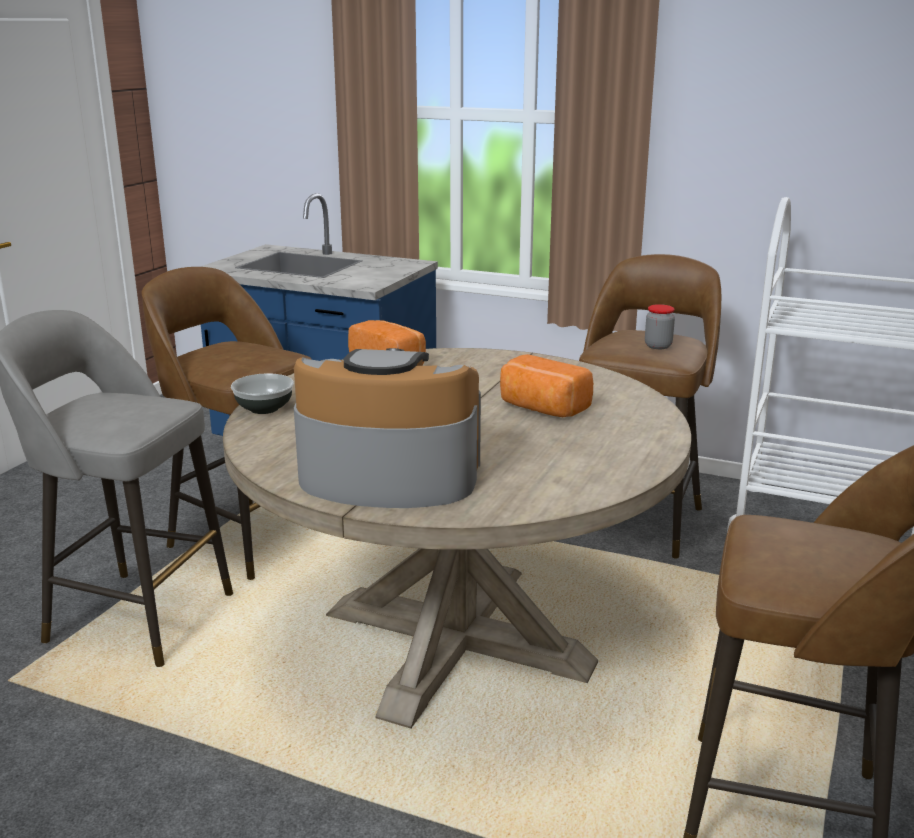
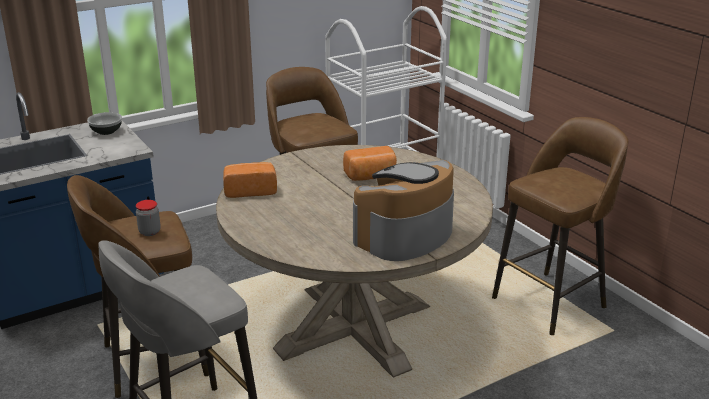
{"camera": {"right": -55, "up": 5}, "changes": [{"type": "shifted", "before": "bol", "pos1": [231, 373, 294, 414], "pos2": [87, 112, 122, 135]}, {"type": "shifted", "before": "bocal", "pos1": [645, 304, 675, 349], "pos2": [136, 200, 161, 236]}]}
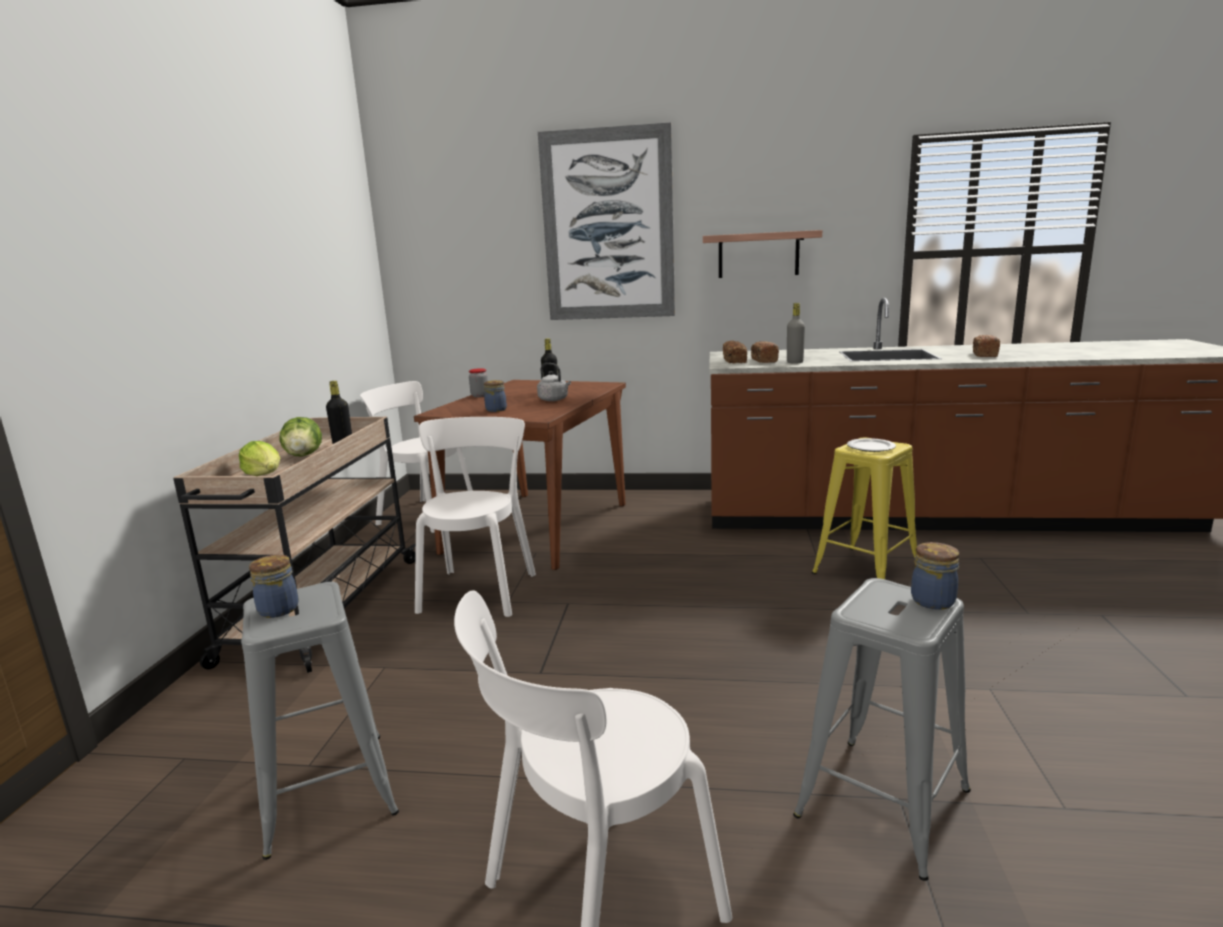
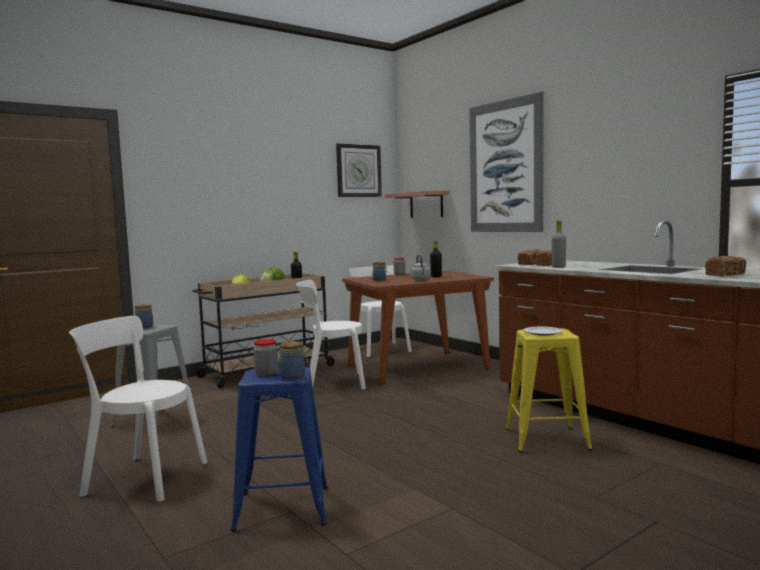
{"camera": {"right": 45, "up": -10}, "changes": [{"type": "new", "after": "bocal", "pos2": [253, 339, 279, 377]}, {"type": "new", "after": "horloge murale", "pos2": [336, 143, 382, 197]}, {"type": "shifted", "before": "étagère", "pos1": [703, 230, 822, 278], "pos2": [385, 191, 449, 218]}, {"type": "repainted", "before": "tabouret (gris)", "after": "tabouret (bleu)", "pos1": [793, 578, 971, 881], "pos2": [231, 367, 328, 532]}, {"type": "rotated", "before": "chaise (blanc)", "pos1": [415, 417, 536, 617], "pos2": [296, 280, 366, 389], "turn": -150}]}
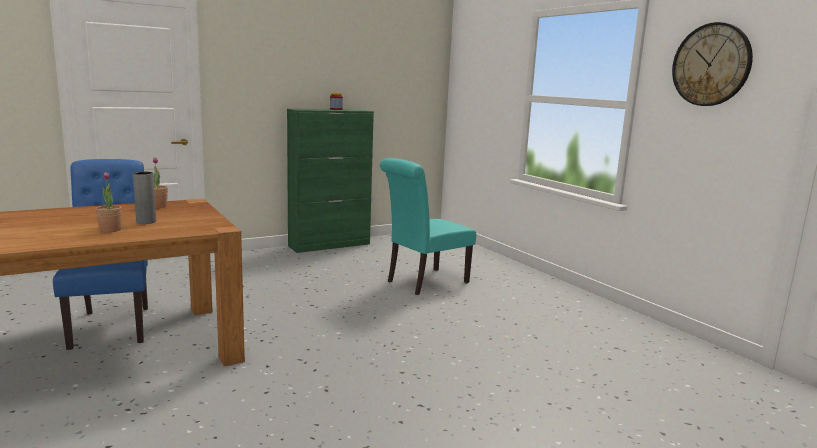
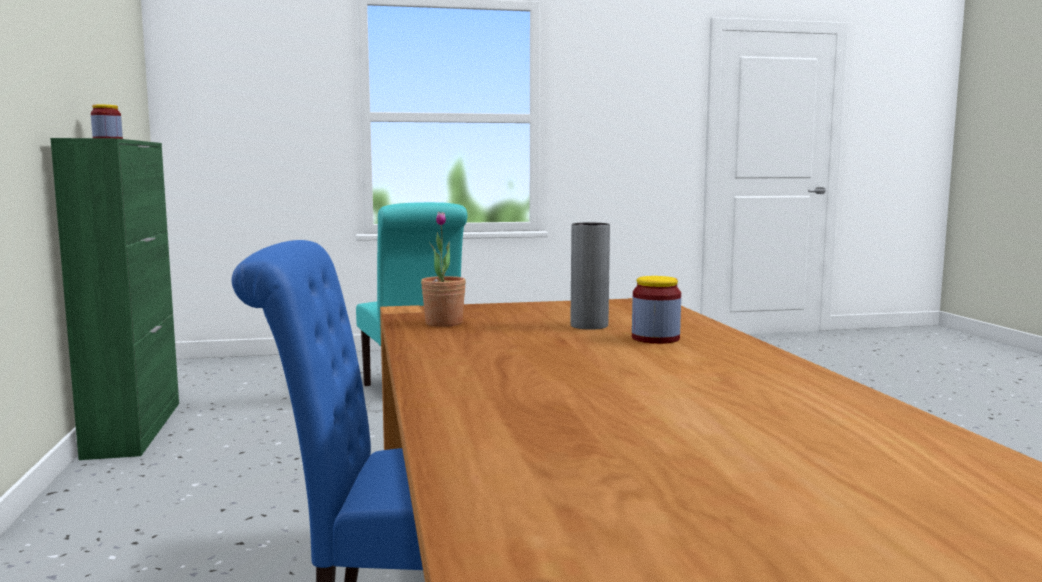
{"camera": {"right": -70, "up": -5}, "changes": [{"type": "gone", "before": "horloge murale", "pos1": [672, 22, 753, 106]}, {"type": "swapped", "before": "plante en pot", "after": "bocal", "pos1": [95, 172, 122, 233], "pos2": [632, 276, 681, 344]}]}
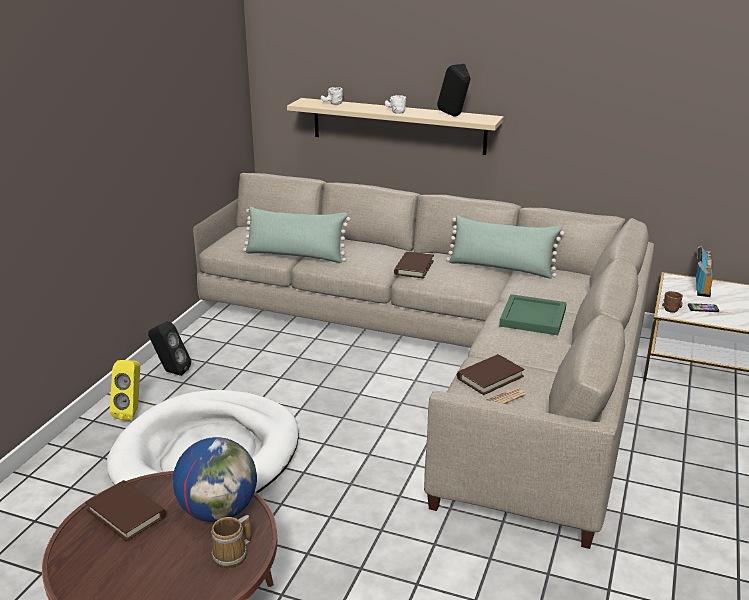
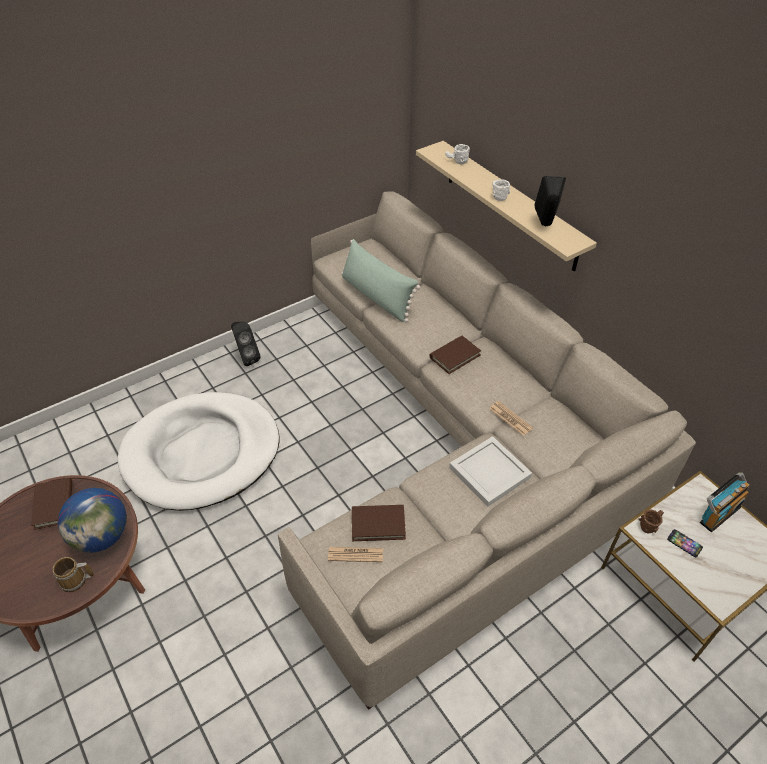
{"camera": {"right": 35, "up": 20}, "changes": [{"type": "gone", "before": "enceinte (jaune)", "pos1": [110, 360, 140, 421]}, {"type": "gone", "before": "coussin (vert)", "pos1": [446, 215, 565, 279]}, {"type": "new", "after": "journal", "pos2": [489, 401, 533, 436]}, {"type": "repainted", "before": "plateau (vert)", "after": "plateau (blanc)", "pos1": [499, 294, 567, 335], "pos2": [449, 436, 532, 507]}]}
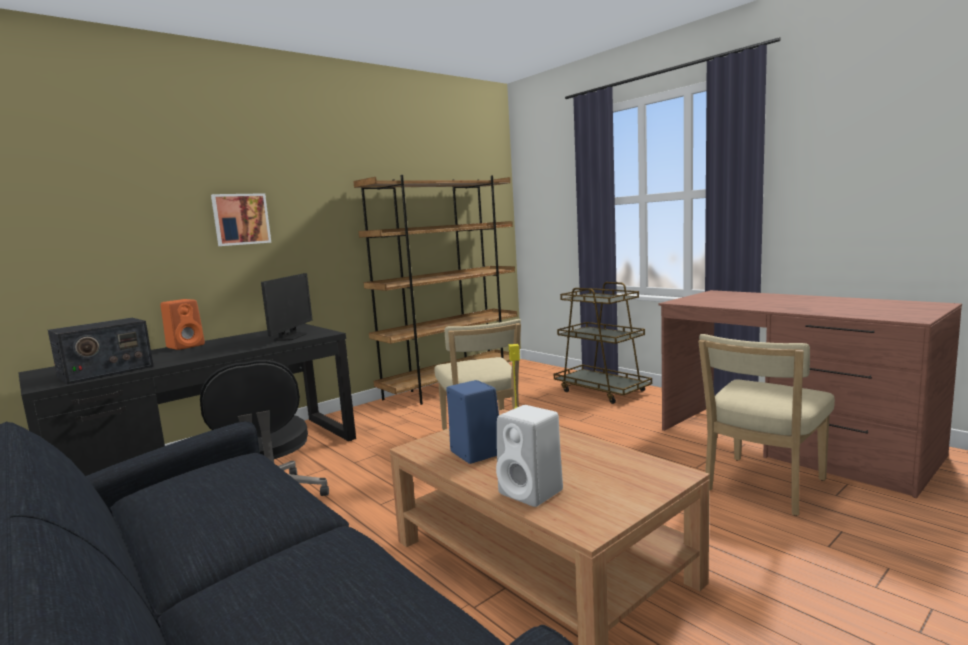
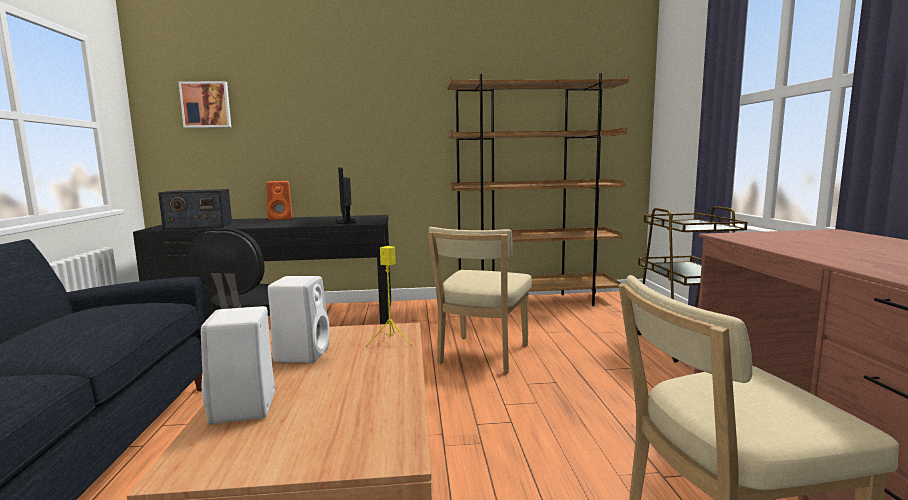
{"camera": {"right": 35, "up": 0}, "changes": [{"type": "shifted", "before": "tableau", "pos1": [211, 193, 271, 246], "pos2": [178, 81, 231, 128]}, {"type": "repainted", "before": "enceinte (bleu)", "after": "enceinte (blanc)", "pos1": [446, 380, 499, 464], "pos2": [268, 276, 330, 363]}, {"type": "rotated", "before": "écran d'ordinateur", "pos1": [261, 273, 312, 341], "pos2": [336, 167, 356, 224], "turn": 120}]}
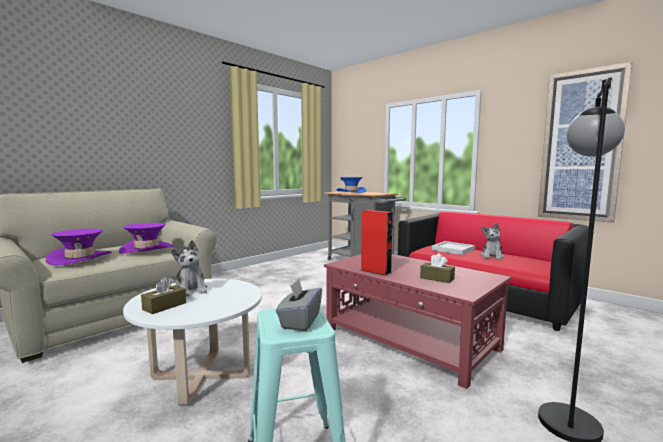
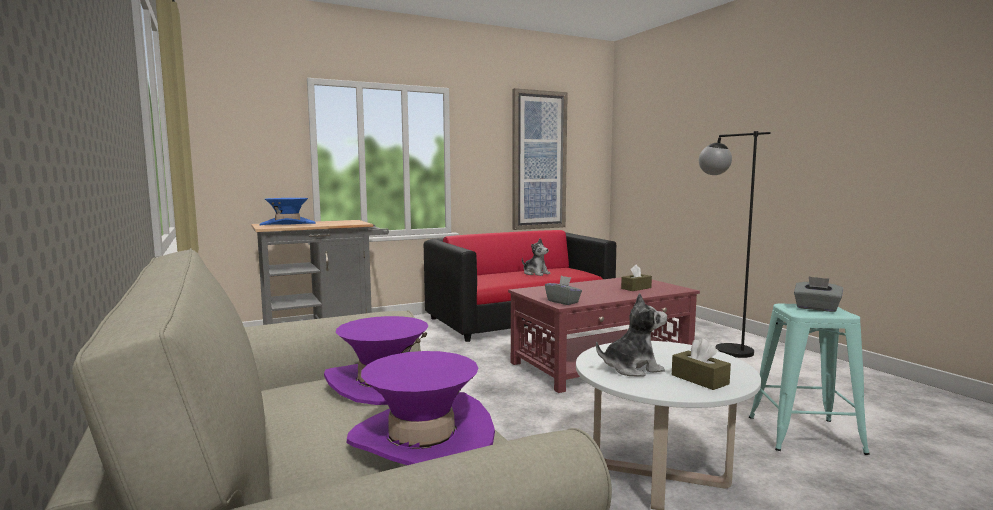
{"camera": {"right": -70, "up": 0}, "changes": [{"type": "gone", "before": "enceinte (rouge)", "pos1": [361, 210, 393, 276]}, {"type": "gone", "before": "plateau (blanc)", "pos1": [432, 241, 475, 255]}, {"type": "new", "after": "boîte à mouchoirs (gris)", "pos2": [545, 276, 582, 305]}]}
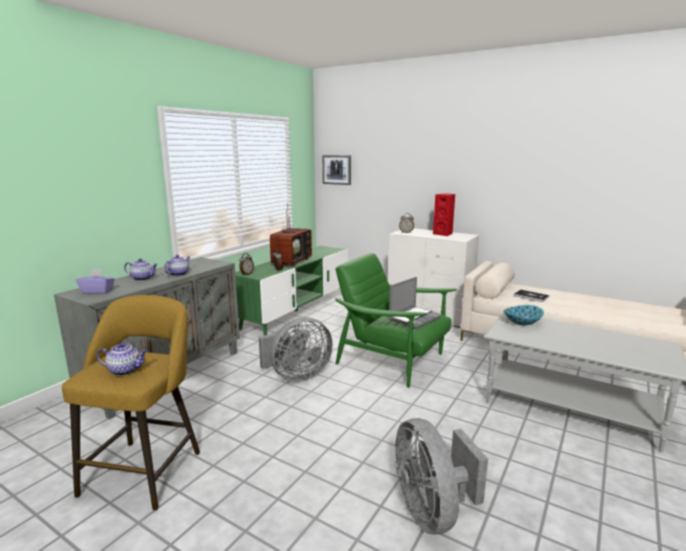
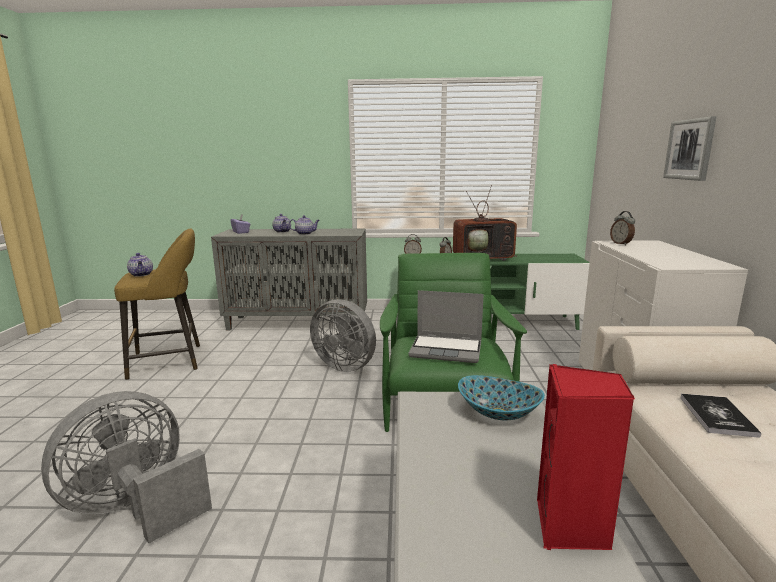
{"camera": {"right": 60, "up": 0}, "changes": [{"type": "shifted", "before": "tableau", "pos1": [322, 155, 351, 185], "pos2": [663, 116, 717, 181]}, {"type": "shifted", "before": "enceinte (rouge)", "pos1": [433, 193, 455, 236], "pos2": [537, 364, 635, 550]}]}
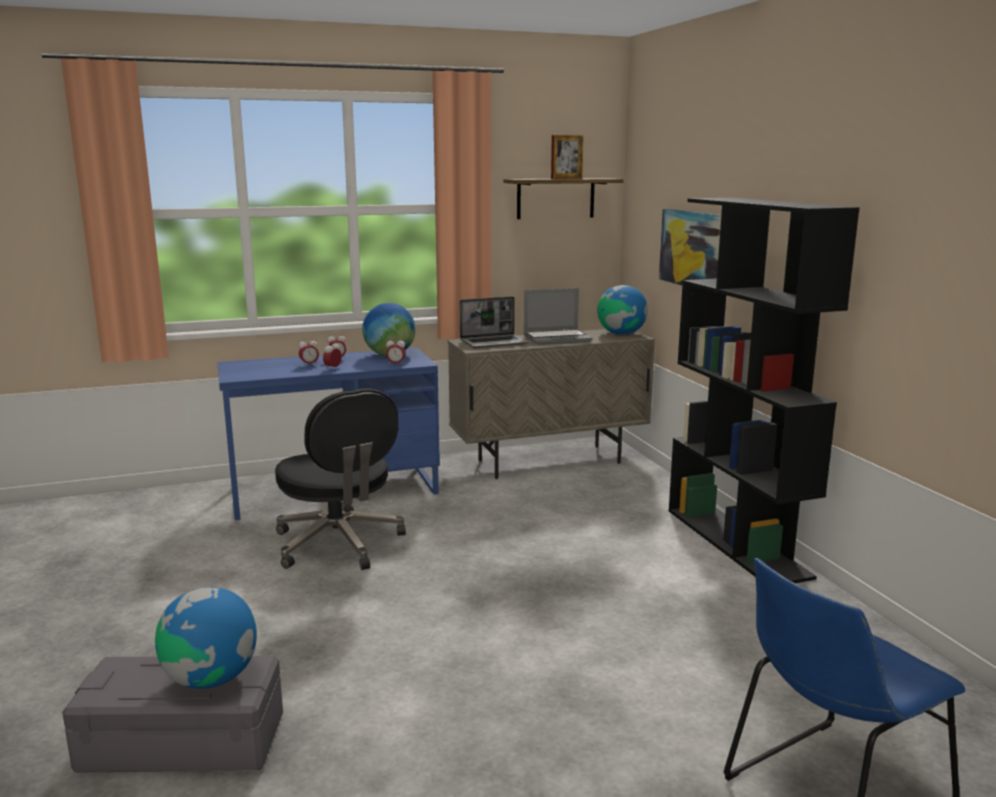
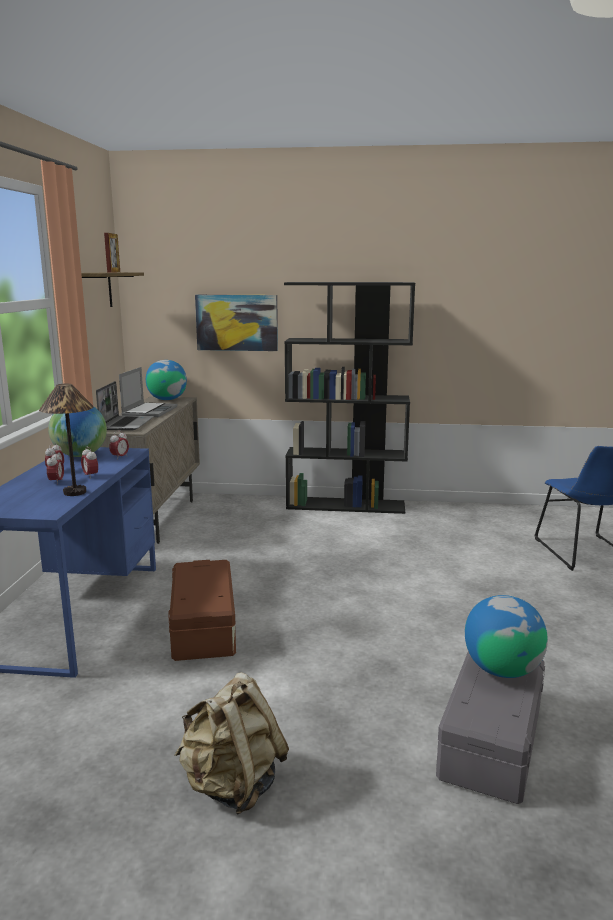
{"camera": {"right": -65, "up": 0}, "changes": [{"type": "new", "after": "lampe de table", "pos2": [39, 384, 94, 496]}, {"type": "new", "after": "sac à dos (beige)", "pos2": [175, 672, 289, 814]}, {"type": "swapped", "before": "chaise de bureau (noir)", "after": "boîte de rangement (marron)", "pos1": [275, 388, 406, 570], "pos2": [168, 560, 236, 661]}]}
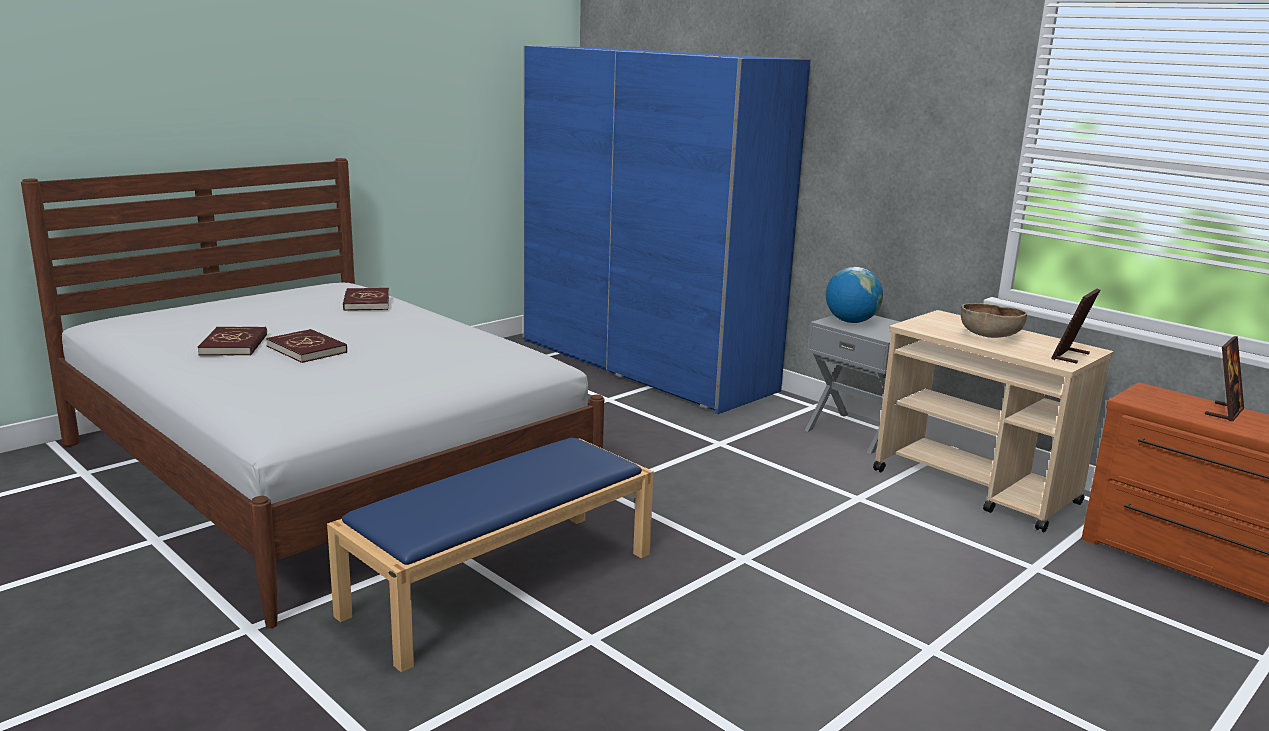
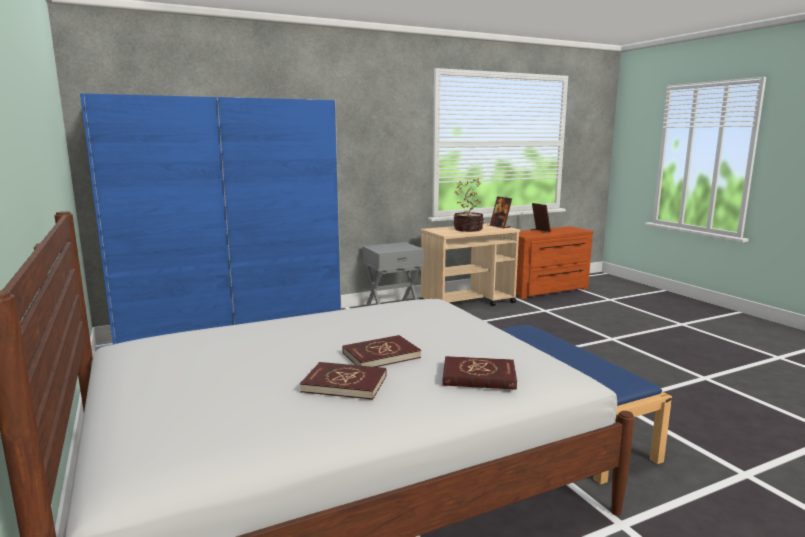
{"camera": {"right": -70, "up": -5}, "changes": [{"type": "gone", "before": "globe", "pos1": [826, 267, 883, 323]}, {"type": "shifted", "before": "livre (rouge)", "pos1": [343, 288, 389, 311], "pos2": [442, 356, 517, 390]}, {"type": "swapped", "before": "bol (marron)", "after": "plante en pot", "pos1": [961, 303, 1027, 338], "pos2": [453, 178, 484, 232]}]}
